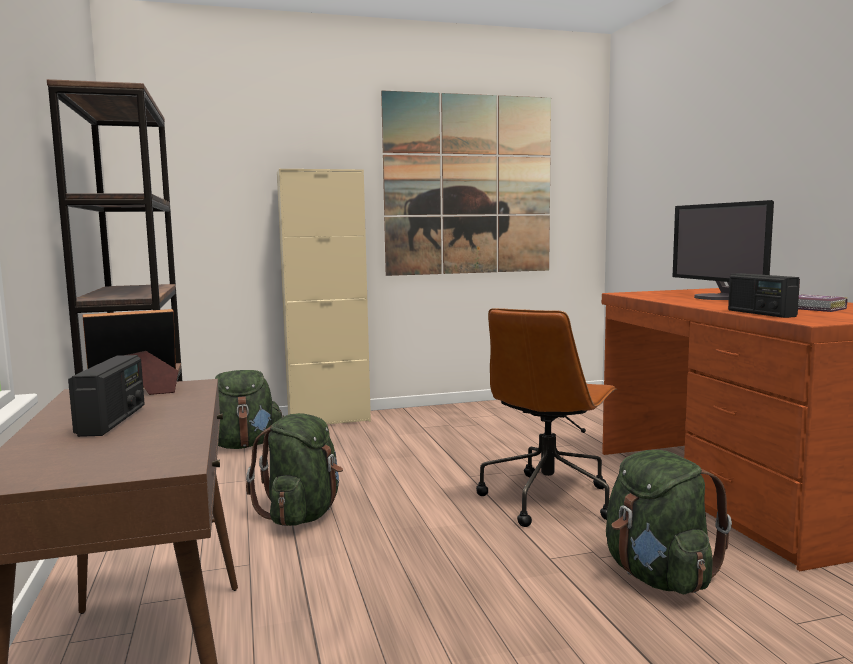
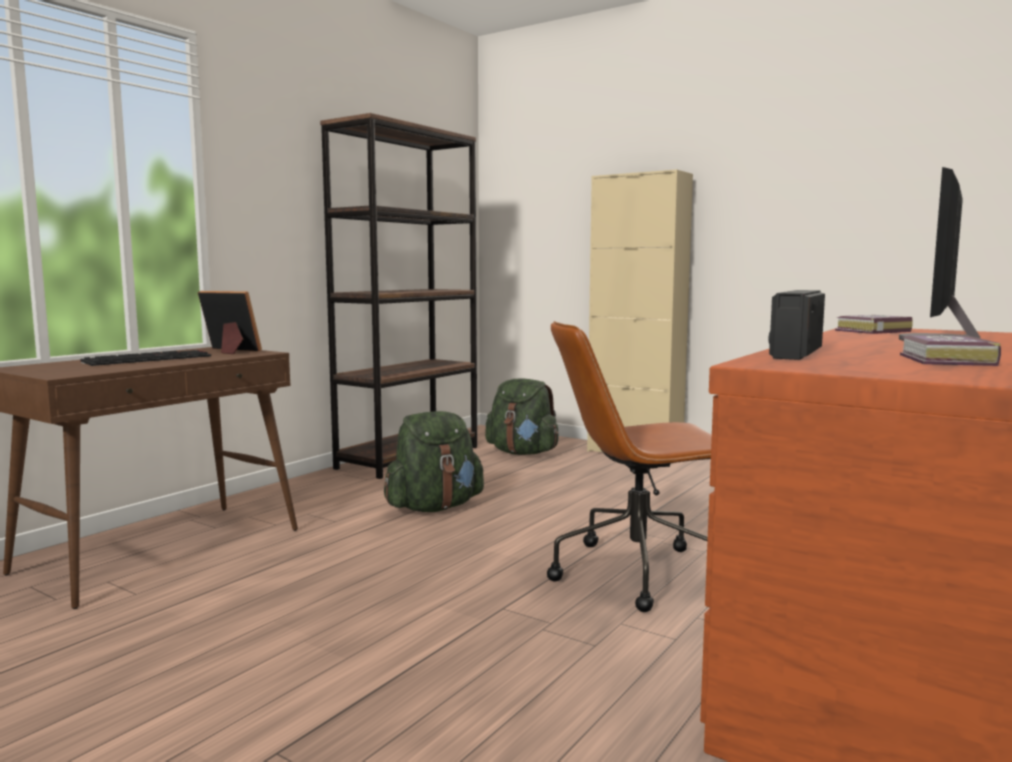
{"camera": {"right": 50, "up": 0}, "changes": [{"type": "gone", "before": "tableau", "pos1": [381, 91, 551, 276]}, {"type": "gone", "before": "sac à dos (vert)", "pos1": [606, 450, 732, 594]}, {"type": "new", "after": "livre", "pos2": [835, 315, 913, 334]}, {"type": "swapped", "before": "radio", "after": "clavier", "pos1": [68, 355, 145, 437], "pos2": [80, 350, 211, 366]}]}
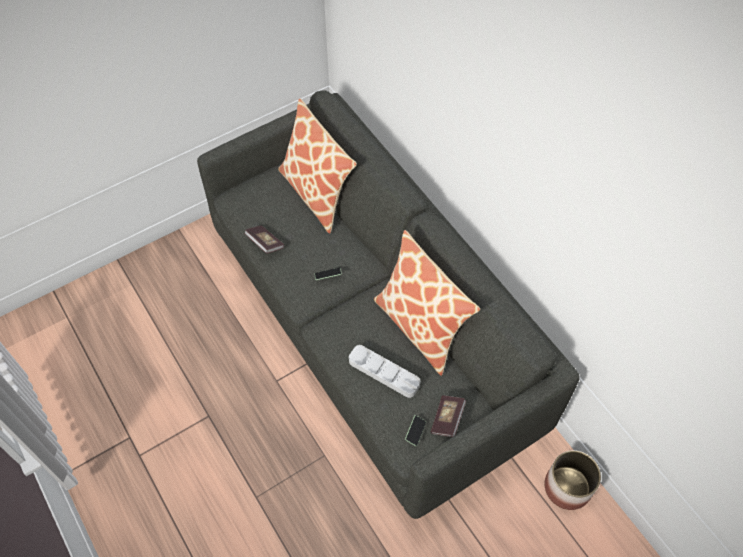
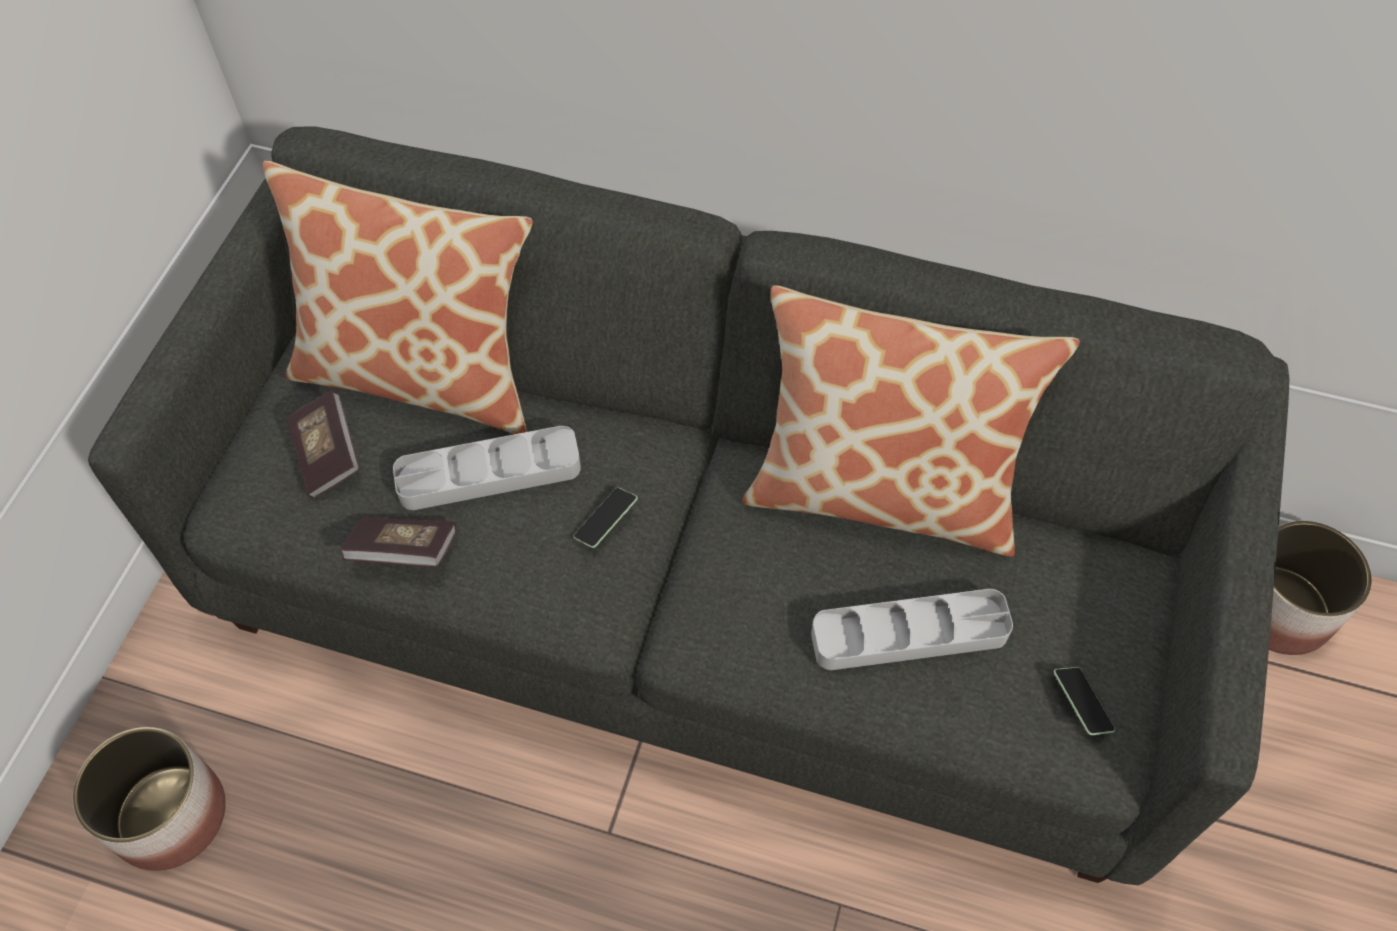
{"camera": {"right": -40, "up": 0}, "changes": [{"type": "new", "after": "cache-pot", "pos2": [73, 727, 226, 871]}, {"type": "new", "after": "plateau (gris)", "pos2": [393, 426, 581, 510]}, {"type": "shifted", "before": "livre", "pos1": [431, 395, 466, 437], "pos2": [287, 390, 360, 499]}]}
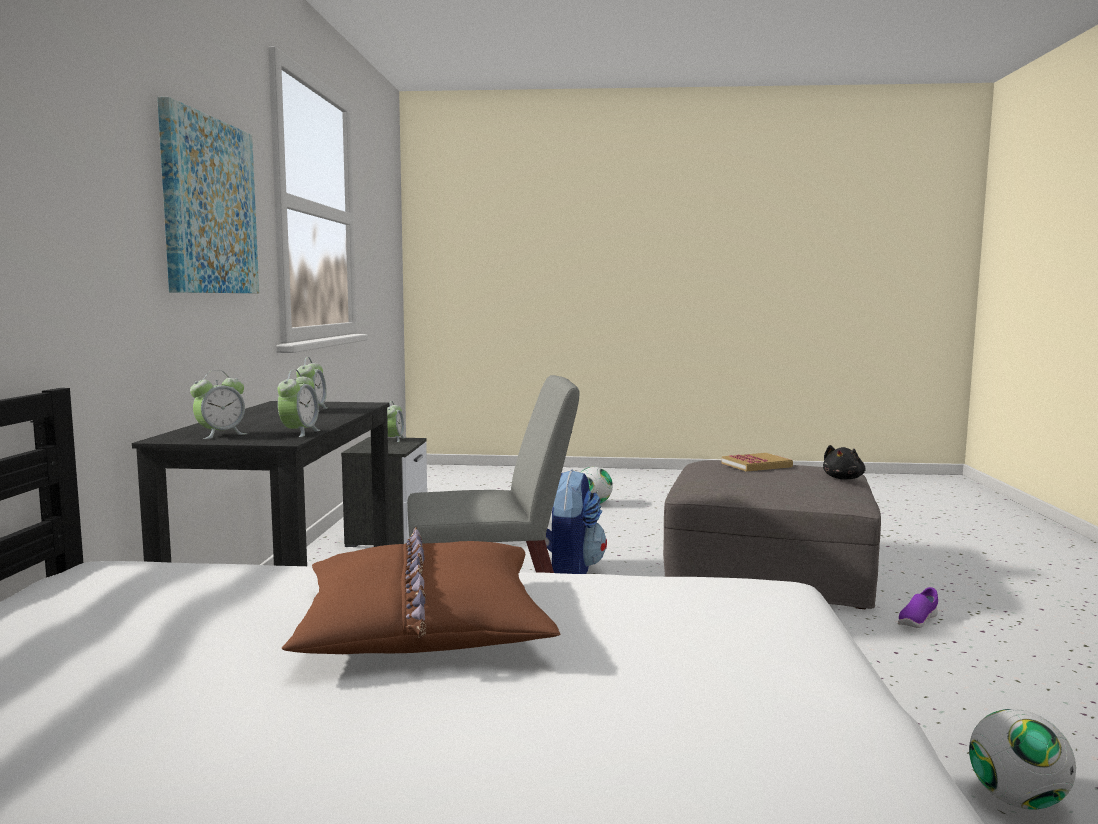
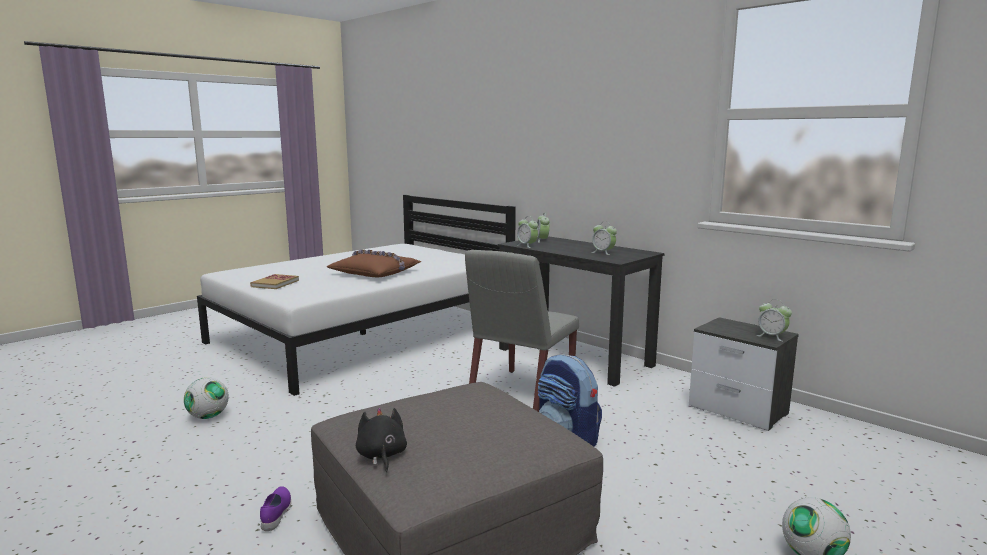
{"camera": {"right": 130, "up": 5}, "changes": [{"type": "gone", "before": "tableau", "pos1": [157, 97, 259, 293]}, {"type": "shifted", "before": "livre", "pos1": [722, 453, 793, 472], "pos2": [250, 274, 299, 289]}]}
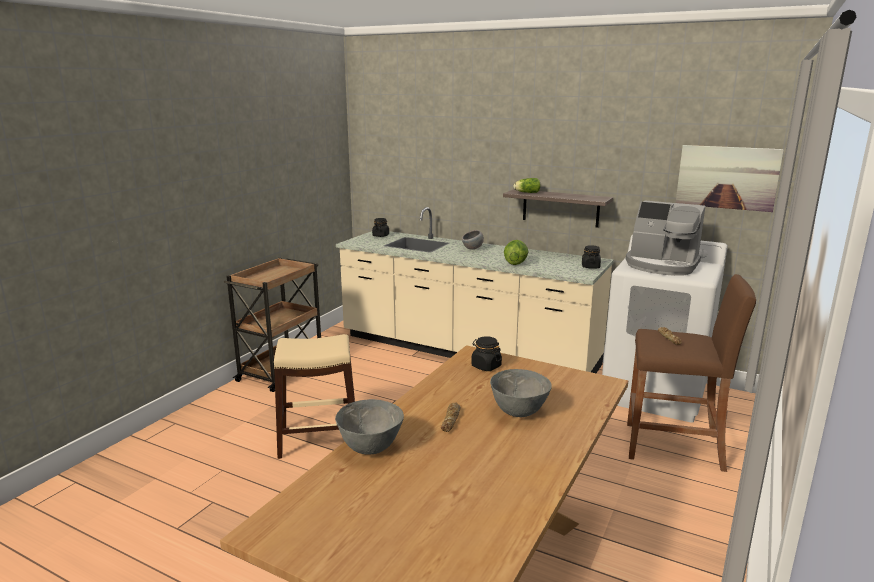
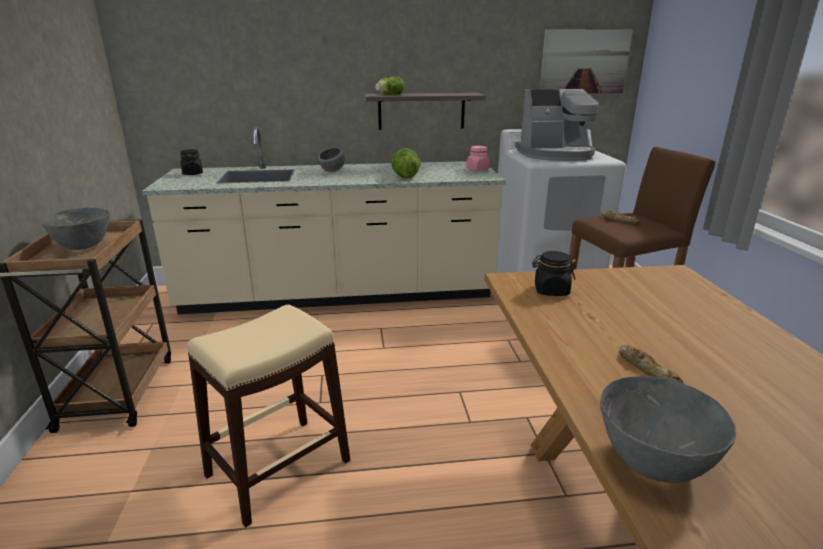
{"camera": {"right": -35, "up": 5}, "changes": [{"type": "shifted", "before": "bol (gris)", "pos1": [490, 369, 552, 417], "pos2": [41, 208, 110, 250]}, {"type": "repainted", "before": "bocal (noir)", "after": "bocal (rose)", "pos1": [582, 245, 601, 269], "pos2": [466, 146, 490, 171]}]}
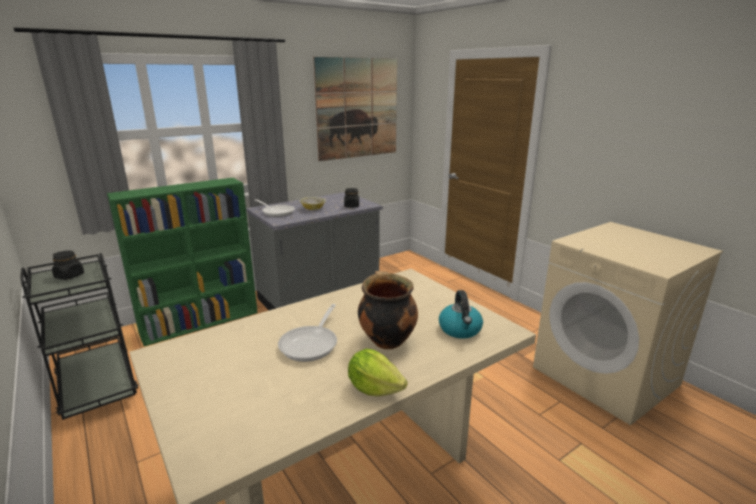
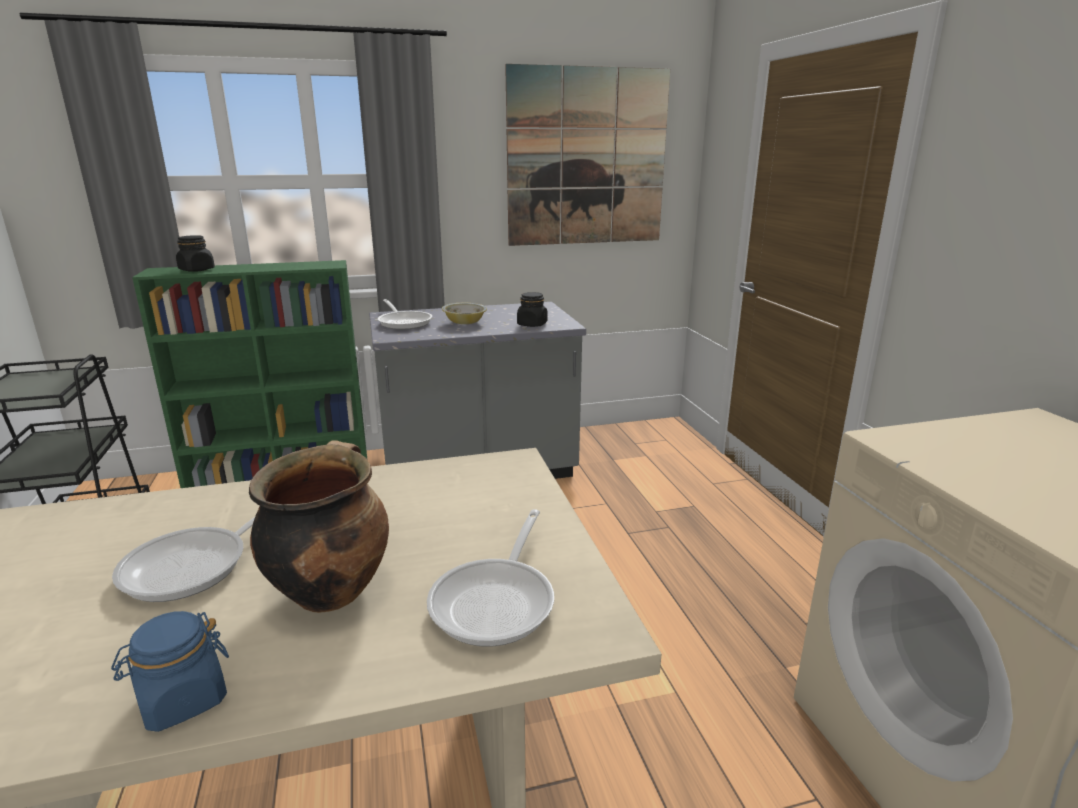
{"camera": {"right": 20, "up": 0}, "changes": [{"type": "shifted", "before": "bocal (noir)", "pos1": [52, 251, 84, 280], "pos2": [176, 235, 215, 272]}, {"type": "swapped", "before": "laitue", "after": "bocal (bleu)", "pos1": [348, 349, 408, 397], "pos2": [111, 611, 229, 732]}, {"type": "swapped", "before": "bouilloire", "after": "poêle", "pos1": [439, 290, 483, 339], "pos2": [427, 509, 554, 646]}]}
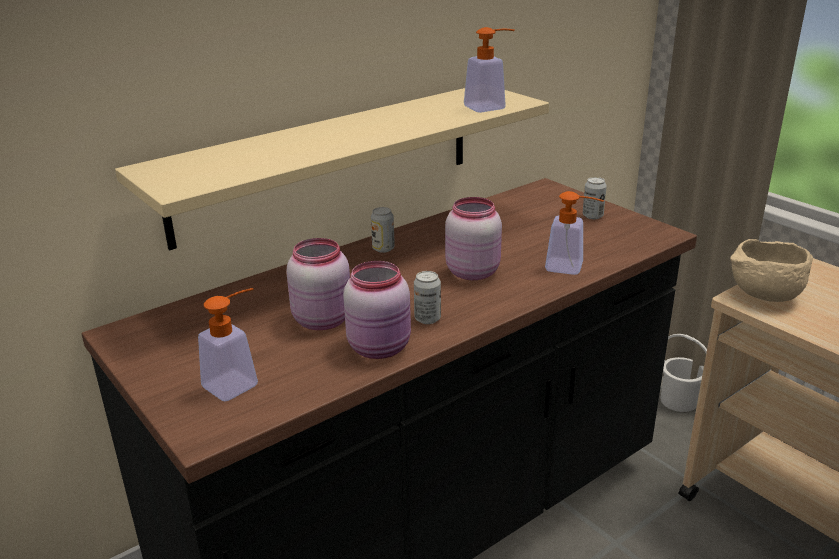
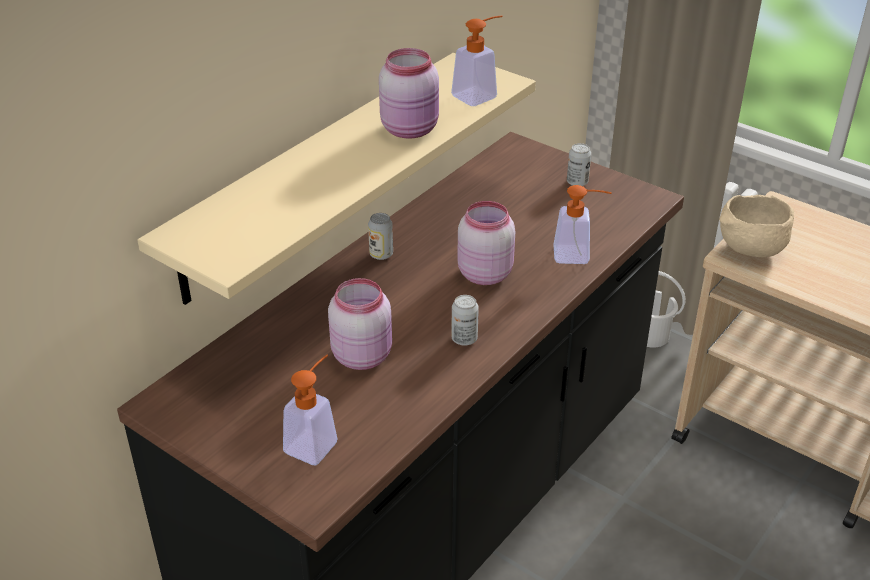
{"camera": {"right": -15, "up": 10}, "changes": [{"type": "shifted", "before": "bocal (rose)", "pos1": [343, 261, 411, 359], "pos2": [379, 48, 439, 139]}]}
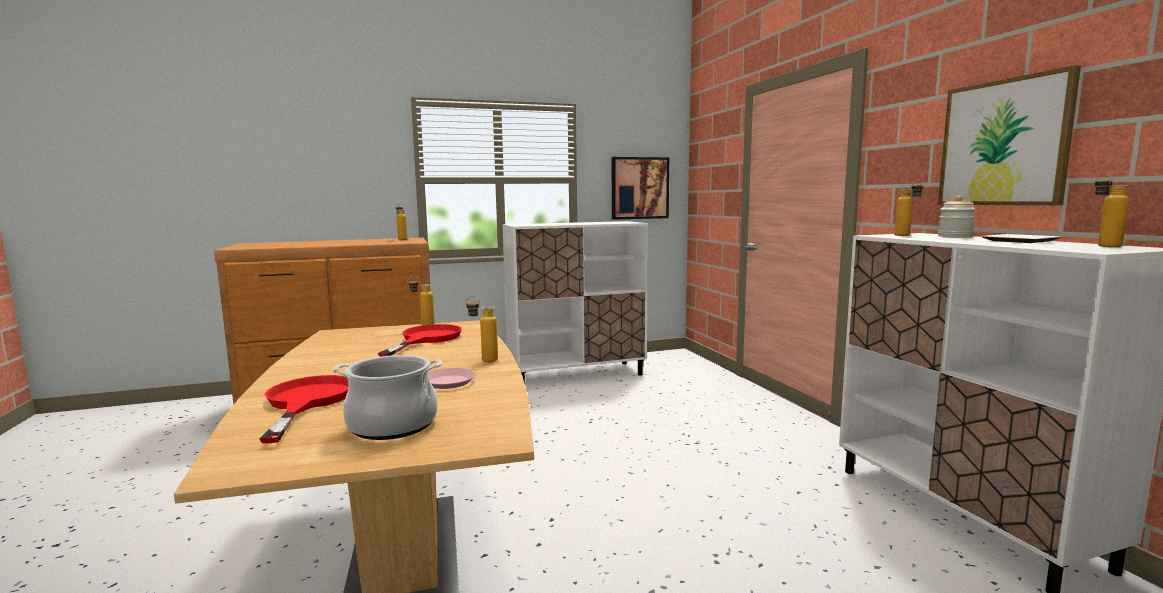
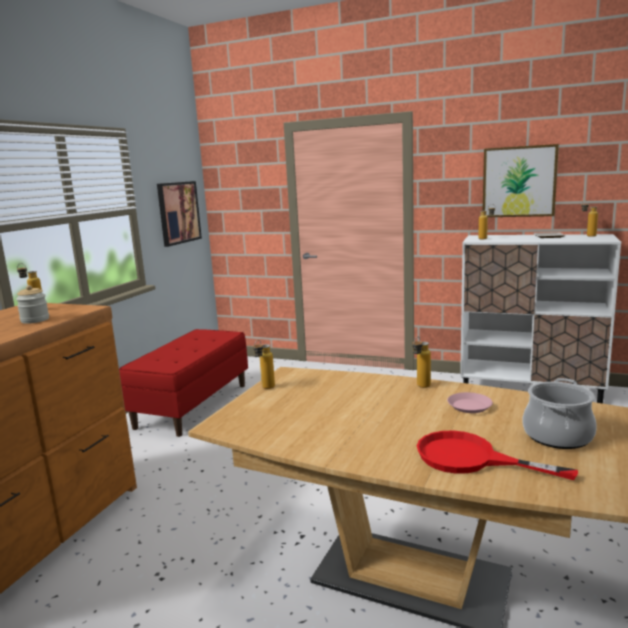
{"camera": {"right": -50, "up": 5}, "changes": [{"type": "gone", "before": "poêle (rouge)", "pos1": [378, 324, 462, 357]}, {"type": "shifted", "before": "bocal", "pos1": [938, 196, 976, 237], "pos2": [16, 285, 49, 324]}, {"type": "swapped", "before": "meuble de rangement (blanc)", "after": "banc (rouge)", "pos1": [502, 221, 648, 384], "pos2": [119, 329, 248, 437]}]}
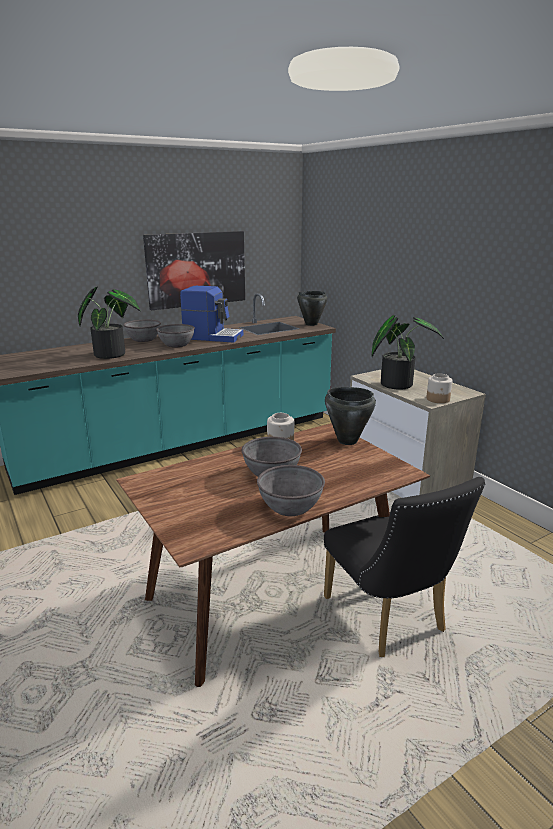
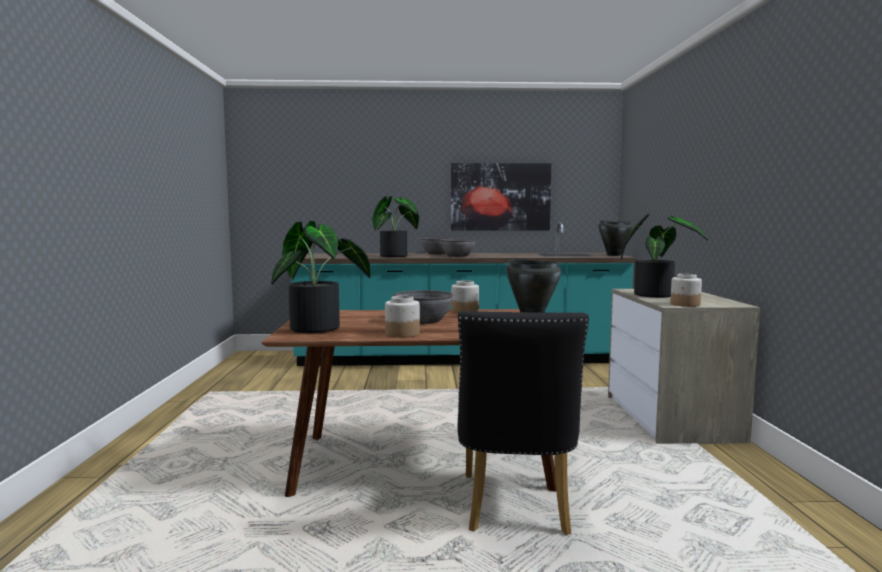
{"camera": {"right": 30, "up": -15}, "changes": [{"type": "gone", "before": "machine à café", "pos1": [180, 286, 243, 343]}, {"type": "new", "after": "plante en pot", "pos2": [271, 221, 371, 333]}, {"type": "swapped", "before": "bol (gris)", "after": "bocal", "pos1": [257, 465, 325, 516], "pos2": [385, 296, 420, 338]}]}
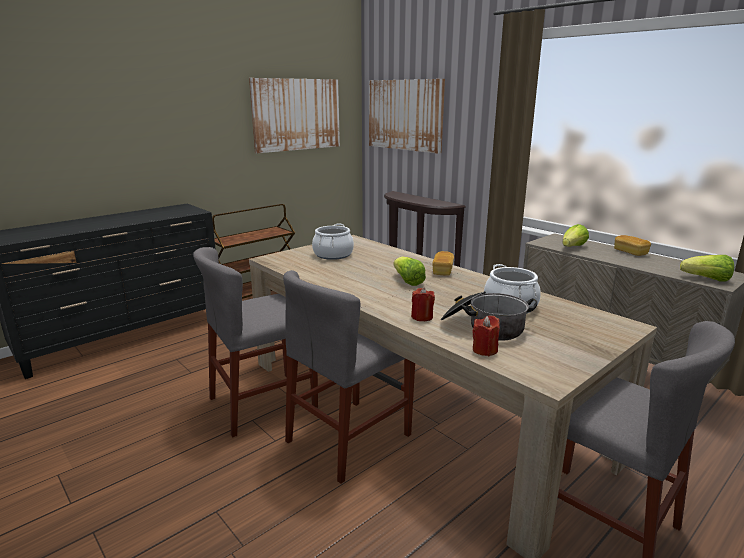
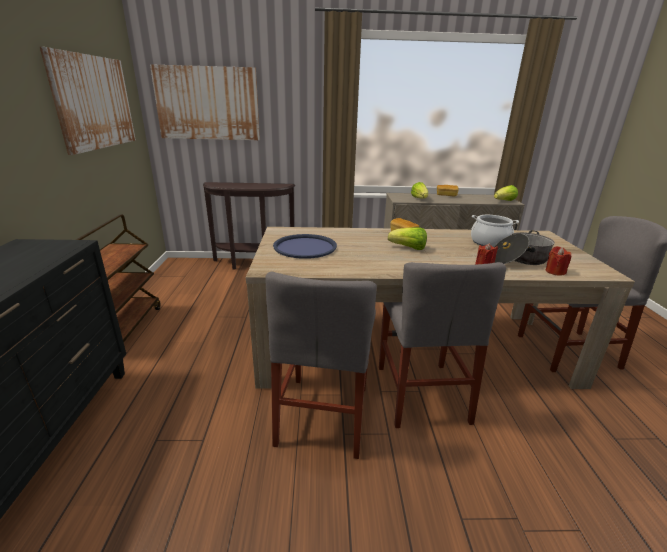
{"camera": {"right": -50, "up": 5}, "changes": [{"type": "swapped", "before": "marmite", "after": "plateau (bleu)", "pos1": [312, 224, 354, 260], "pos2": [273, 234, 337, 259]}]}
